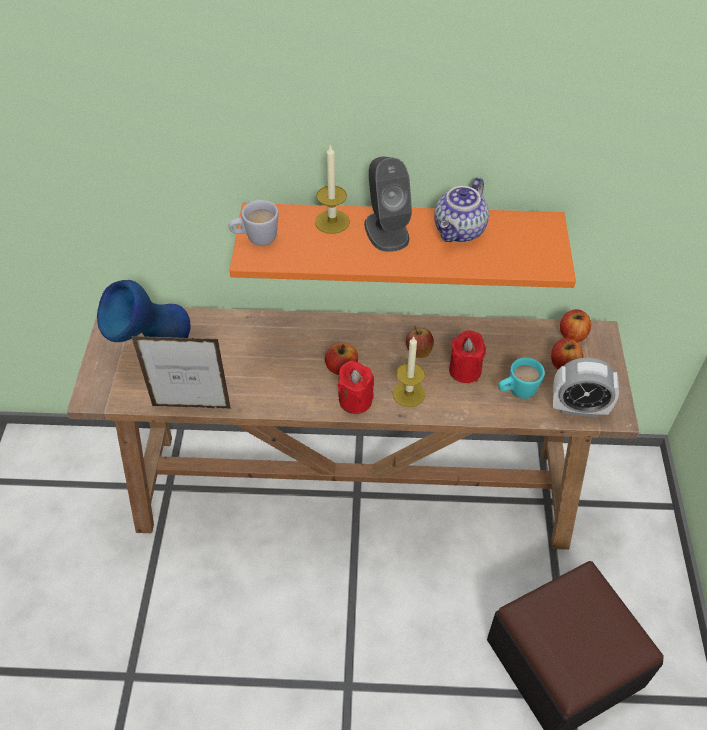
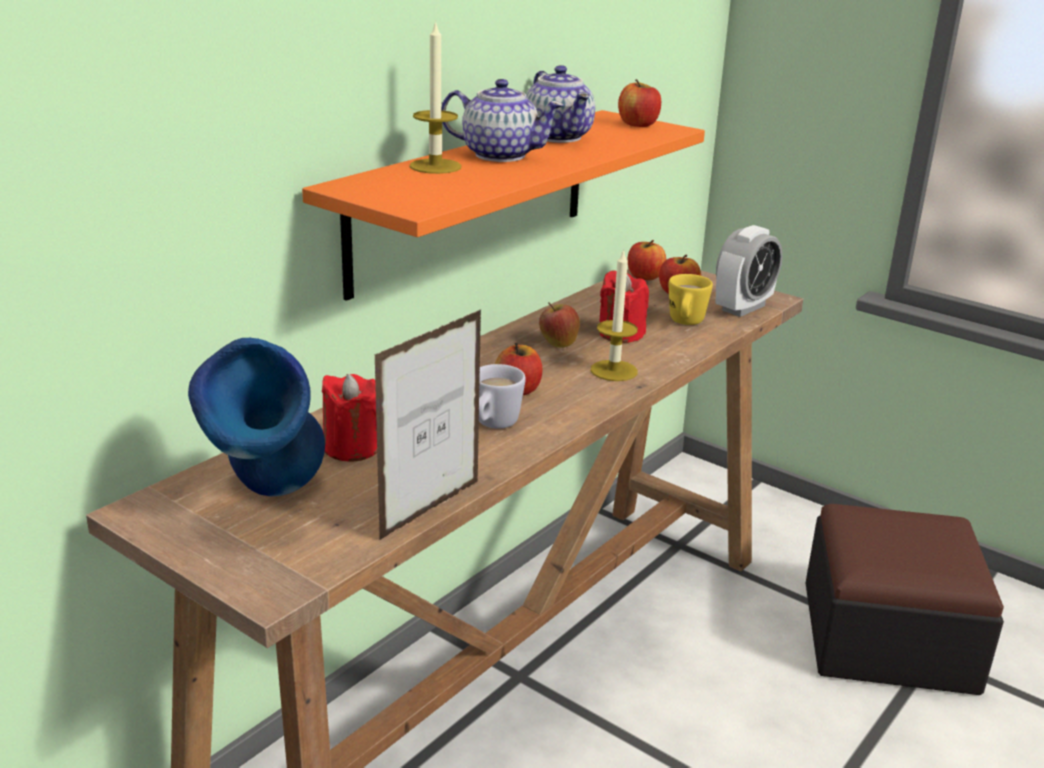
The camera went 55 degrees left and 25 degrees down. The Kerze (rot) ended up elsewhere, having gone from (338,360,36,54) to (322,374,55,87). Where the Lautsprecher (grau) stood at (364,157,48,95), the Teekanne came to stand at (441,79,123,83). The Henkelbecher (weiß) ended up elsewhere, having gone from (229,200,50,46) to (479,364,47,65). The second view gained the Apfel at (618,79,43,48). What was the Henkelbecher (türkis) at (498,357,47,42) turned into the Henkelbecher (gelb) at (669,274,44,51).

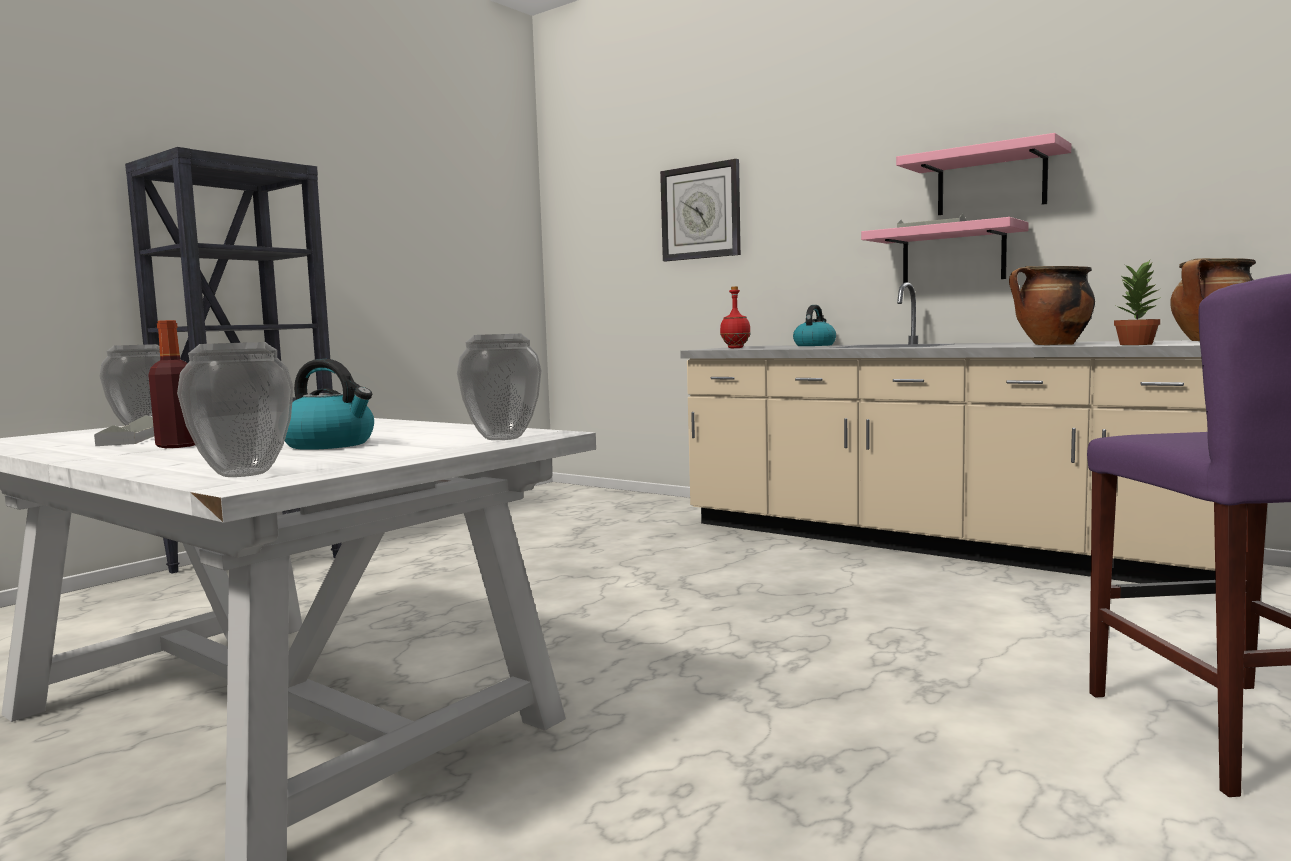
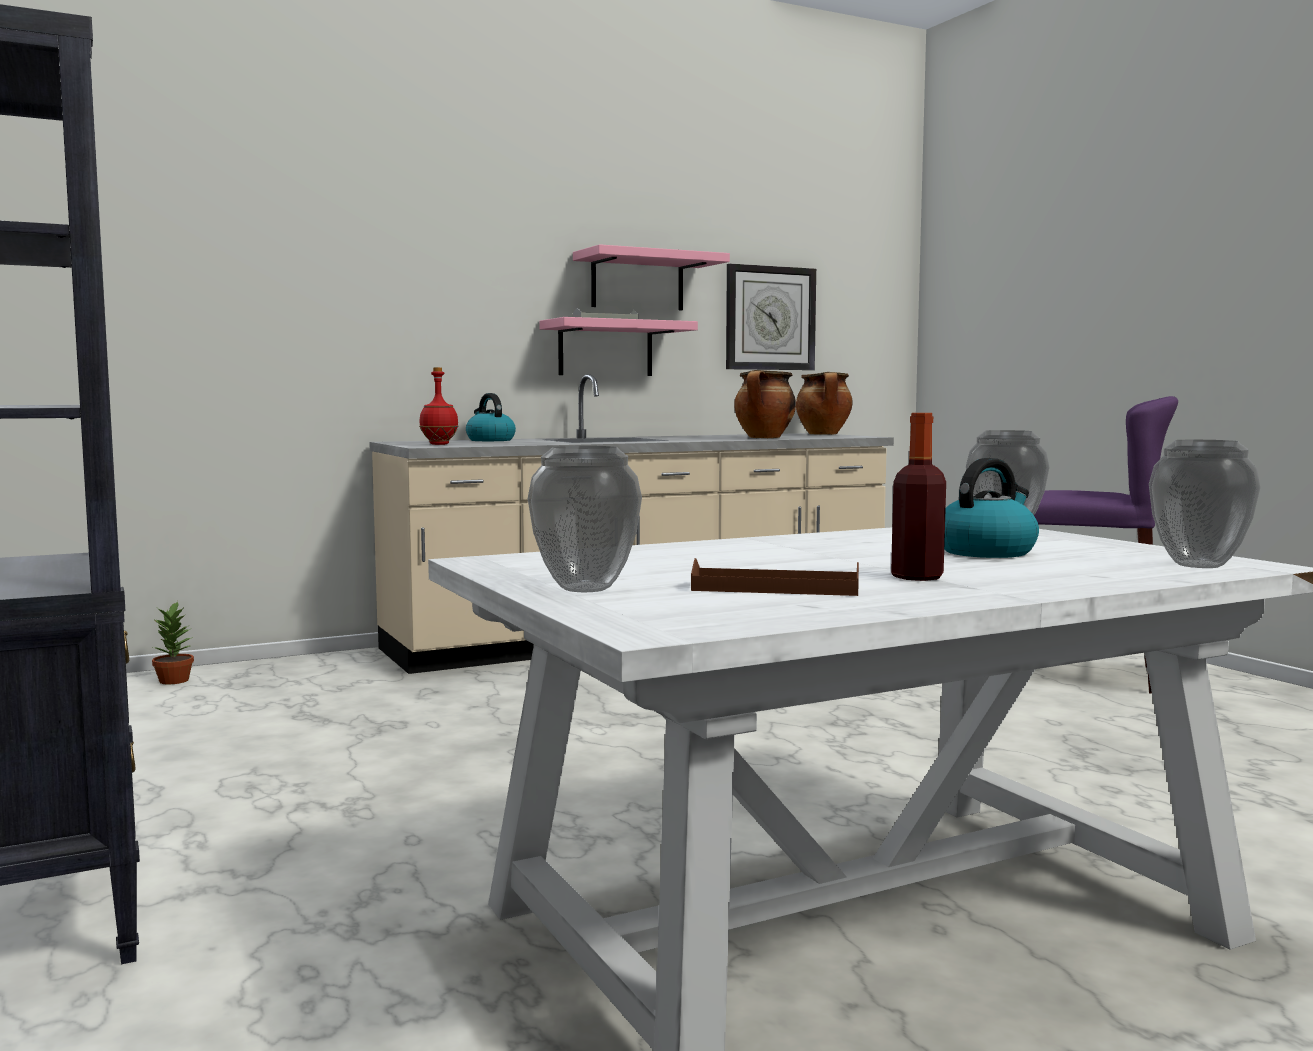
The camera went 65 degrees left and 0 degrees up. The Topfpflanze ended up elsewhere, having gone from (1114,260,47,85) to (152,601,42,83). What was the Tablett (grau) at (94,415,60,31) turned into the Tablett (braun) at (691,558,168,38). The Wanduhr ended up elsewhere, having gone from (660,159,81,102) to (726,264,90,106).

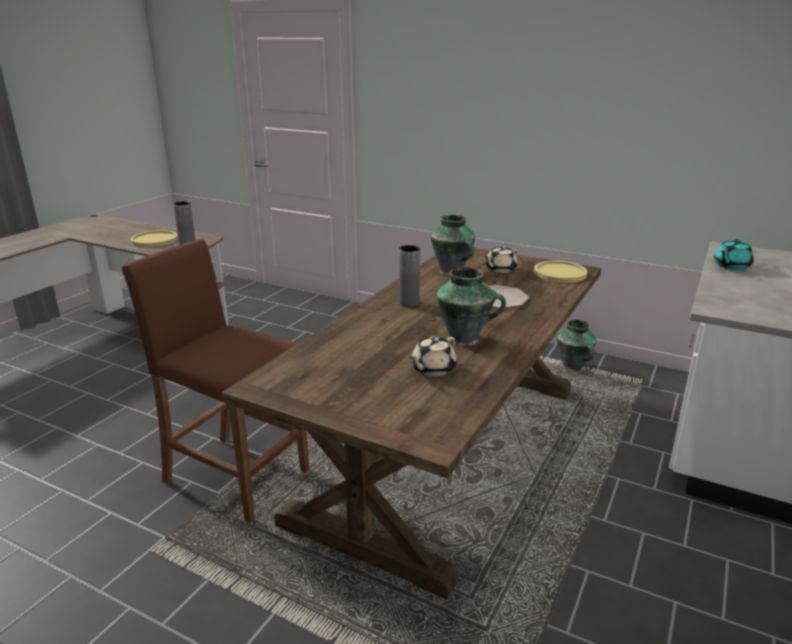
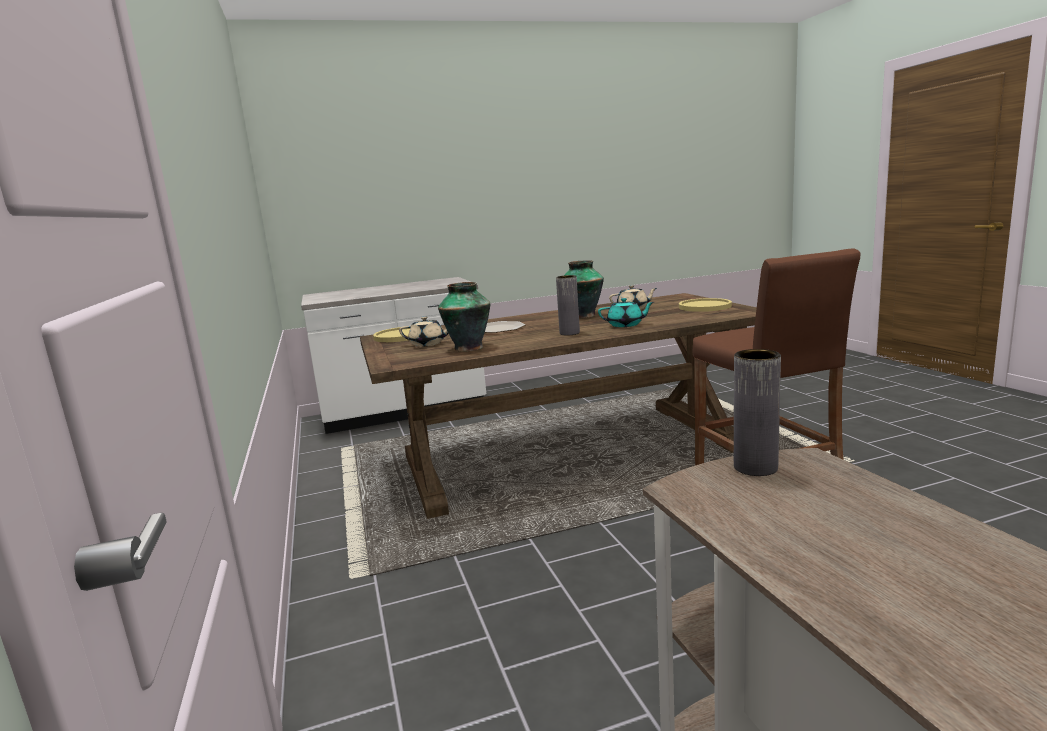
The camera went 135 degrees left and 10 degrees down. The Teekanne (türkis) ended up elsewhere, having gone from (714,239,40,31) to (598,298,56,29). The Teller (gelb) ended up elsewhere, having gone from (131,230,47,17) to (679,298,53,14). The second view lost the Vase at (557,319,40,52).

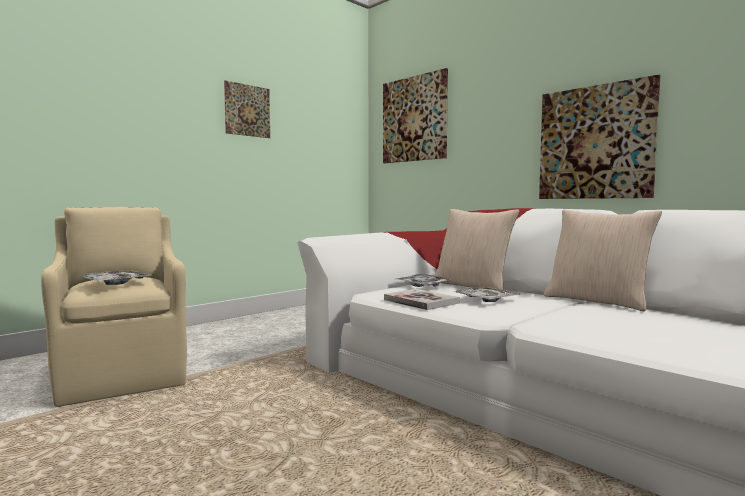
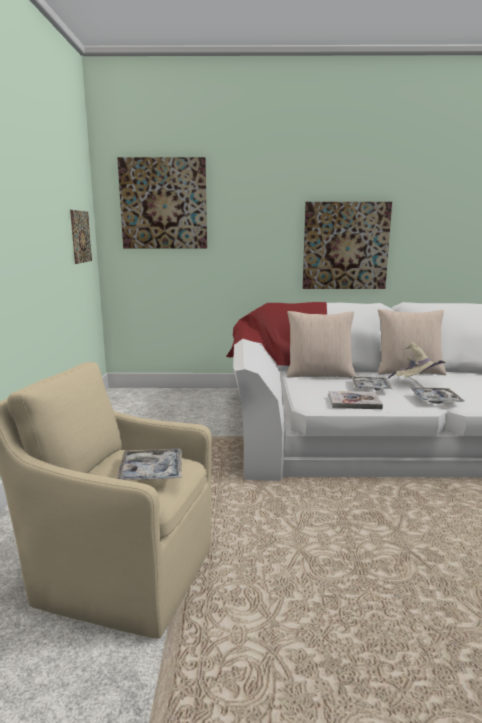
The camera went 45 degrees left and 10 degrees up. The Bild ended up elsewhere, having gone from (224,80,46,58) to (70,210,22,54). The second view gained the Hut (beige) at (388,342,59,36). The Tablett ended up elsewhere, having gone from (395,274,57,13) to (410,388,54,15).

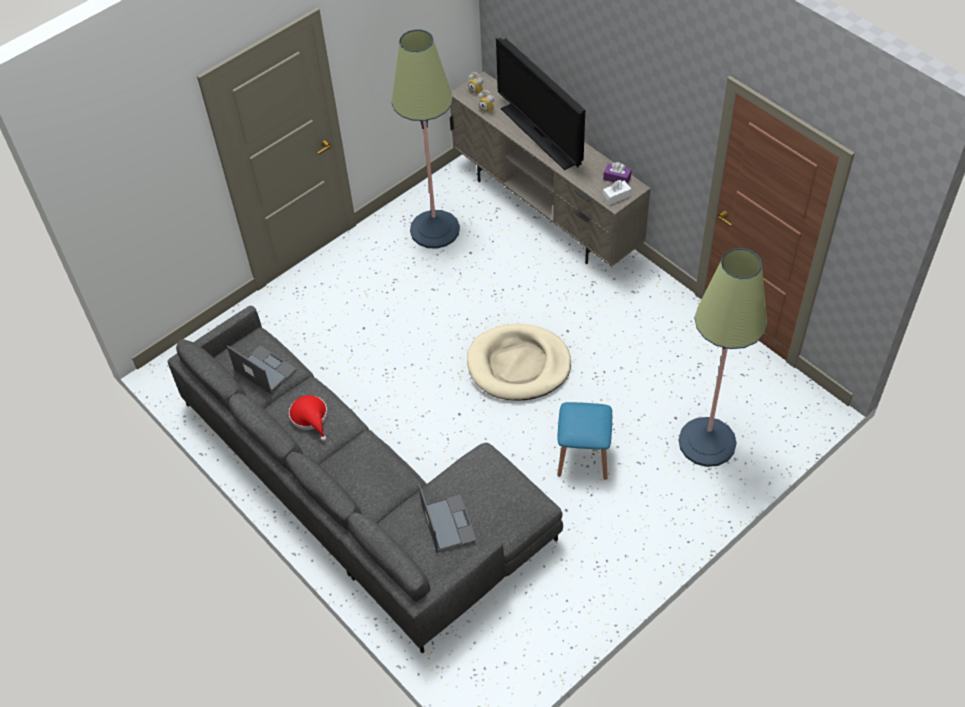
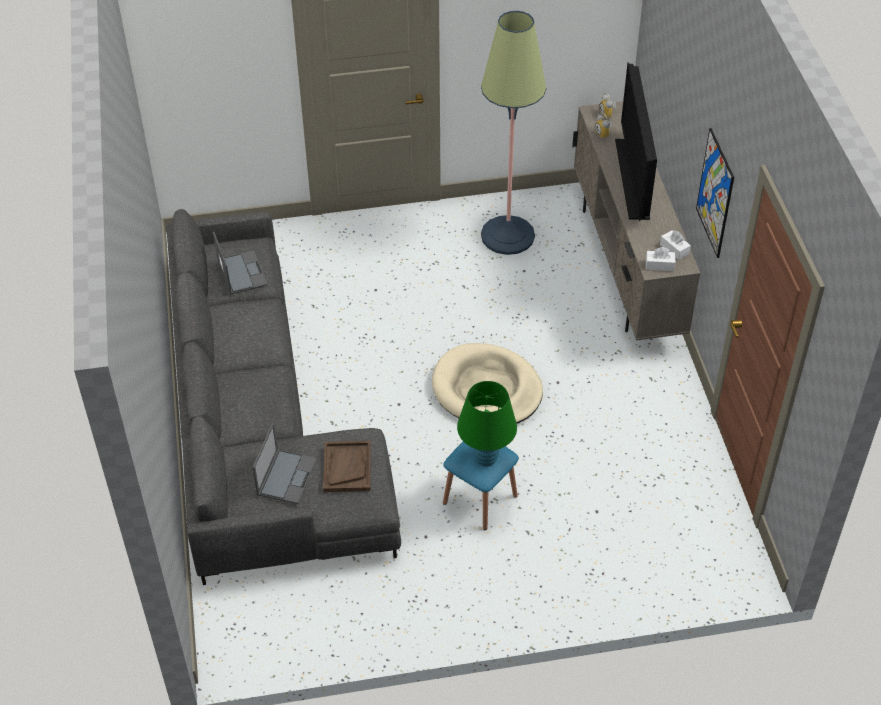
The camera went 30 degrees right and 5 degrees down. The second view gained the Tablett (braun) at (323,441,48,51). The second view gained the Tischlampe (grün) at (457,381,60,85). What was the Taschentuchbox (lila) at (603,162,29,22) turned into the Taschentuchbox (weiß) at (660,230,31,30). The second view gained the Bild at (696,128,38,130). The second view lost the Hut (rot) at (289,395,38,46). The second view lost the Stehlampe at (679,248,88,219).

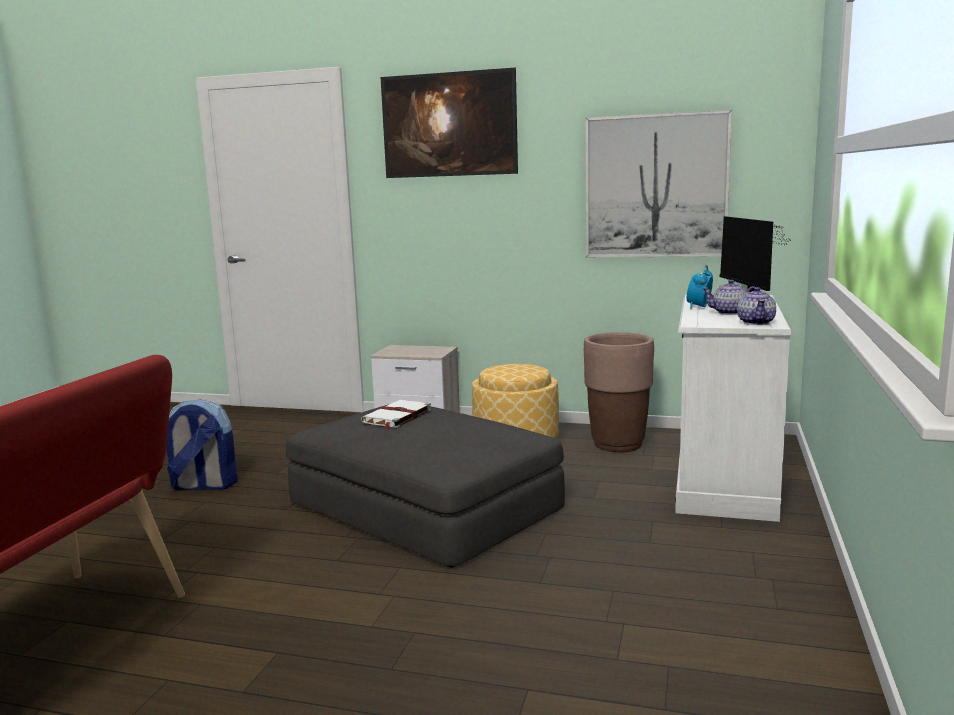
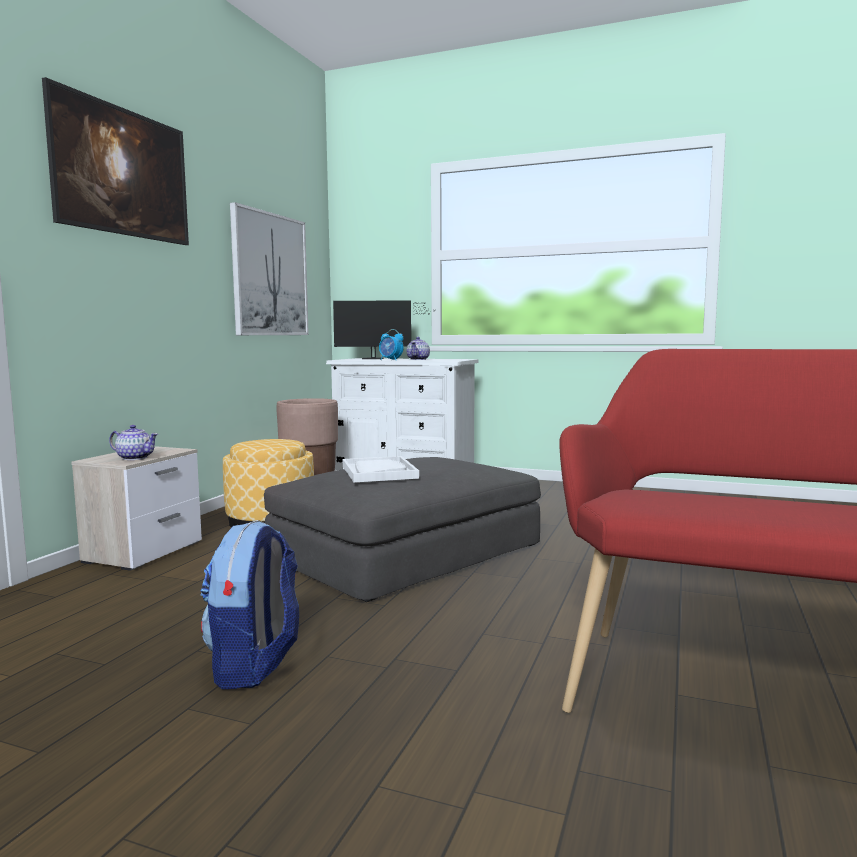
The camera went 85 degrees left and 5 degrees down. The Teekanne ended up elsewhere, having gone from (737,287,39,38) to (109,425,49,35). Where the Buch (weiß) stood at (361,400,71,29), the Tablett (weiß) came to stand at (343,456,76,27).

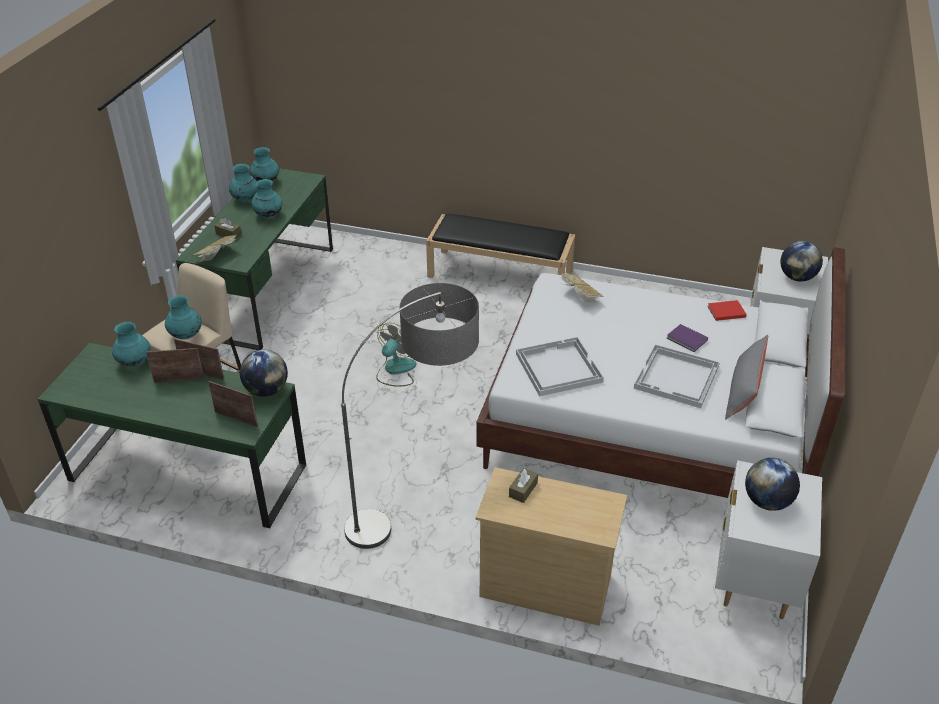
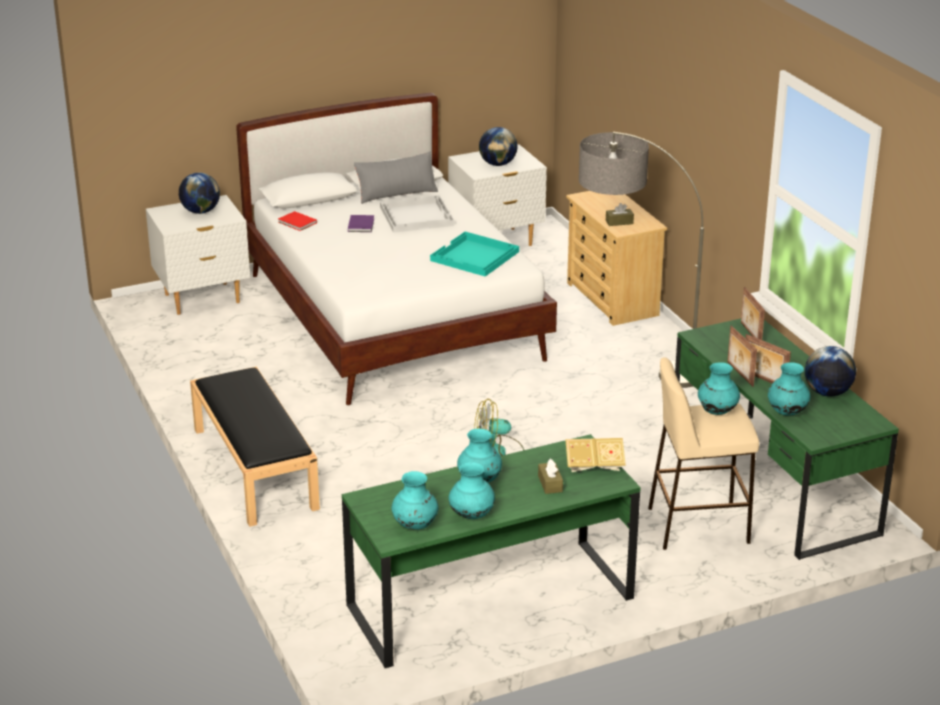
The camera went 130 degrees left and 10 degrees down. What was the Tablett (weiß) at (516,337,88,60) turned into the Tablett (türkis) at (430,232,89,45). The Globus ended up elsewhere, having gone from (240,350,48,47) to (805,346,51,51). The second view lost the Buch at (559,273,45,30).

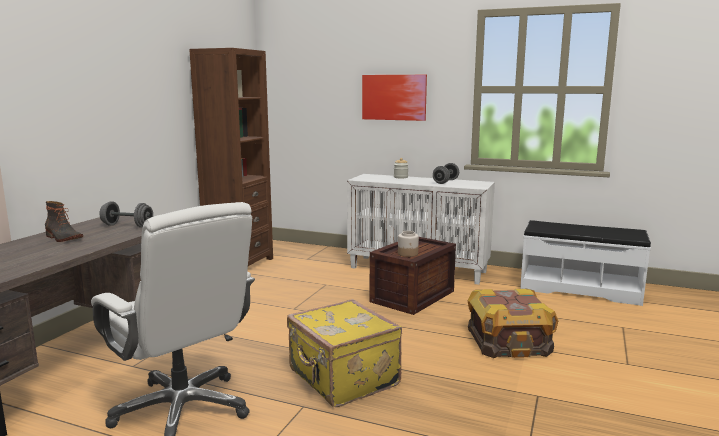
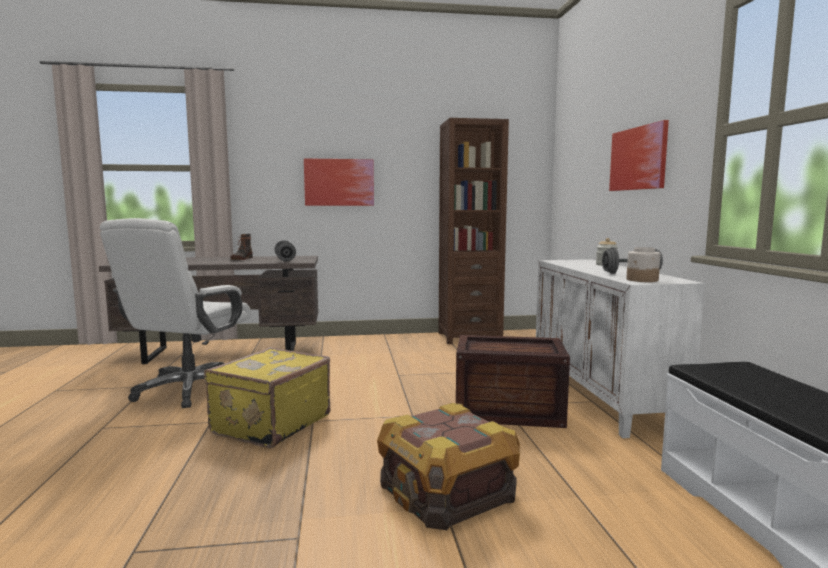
The camera went 60 degrees right and 5 degrees down. The second view gained the Bild at (304,158,70,48). The Vorratsglas ended up elsewhere, having gone from (398,231,21,26) to (627,247,33,35).

